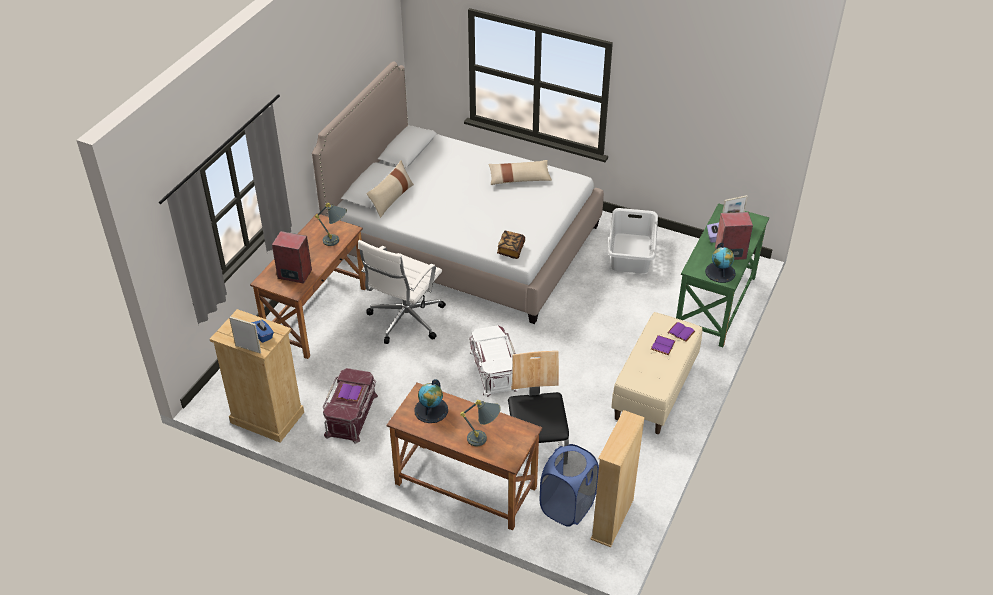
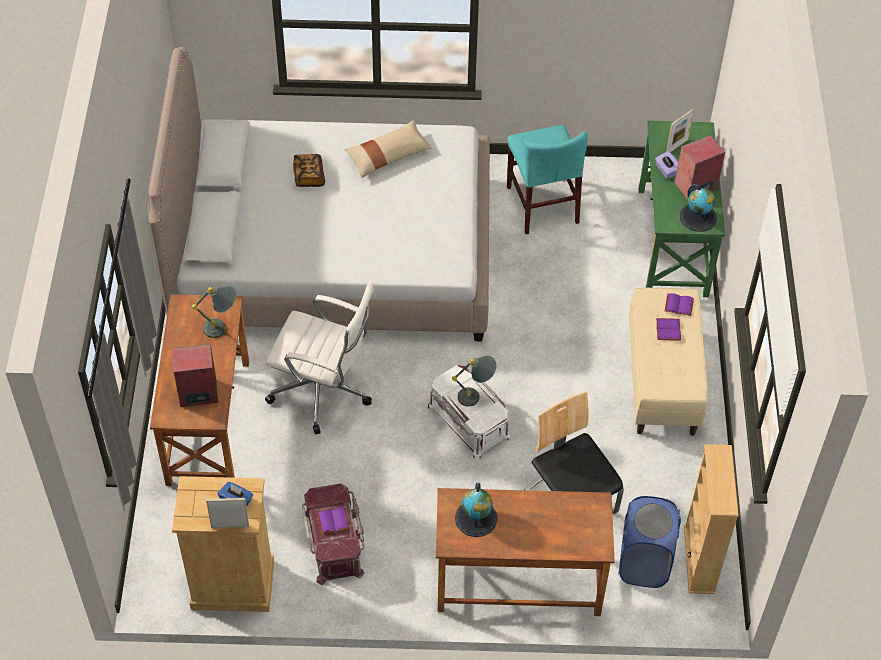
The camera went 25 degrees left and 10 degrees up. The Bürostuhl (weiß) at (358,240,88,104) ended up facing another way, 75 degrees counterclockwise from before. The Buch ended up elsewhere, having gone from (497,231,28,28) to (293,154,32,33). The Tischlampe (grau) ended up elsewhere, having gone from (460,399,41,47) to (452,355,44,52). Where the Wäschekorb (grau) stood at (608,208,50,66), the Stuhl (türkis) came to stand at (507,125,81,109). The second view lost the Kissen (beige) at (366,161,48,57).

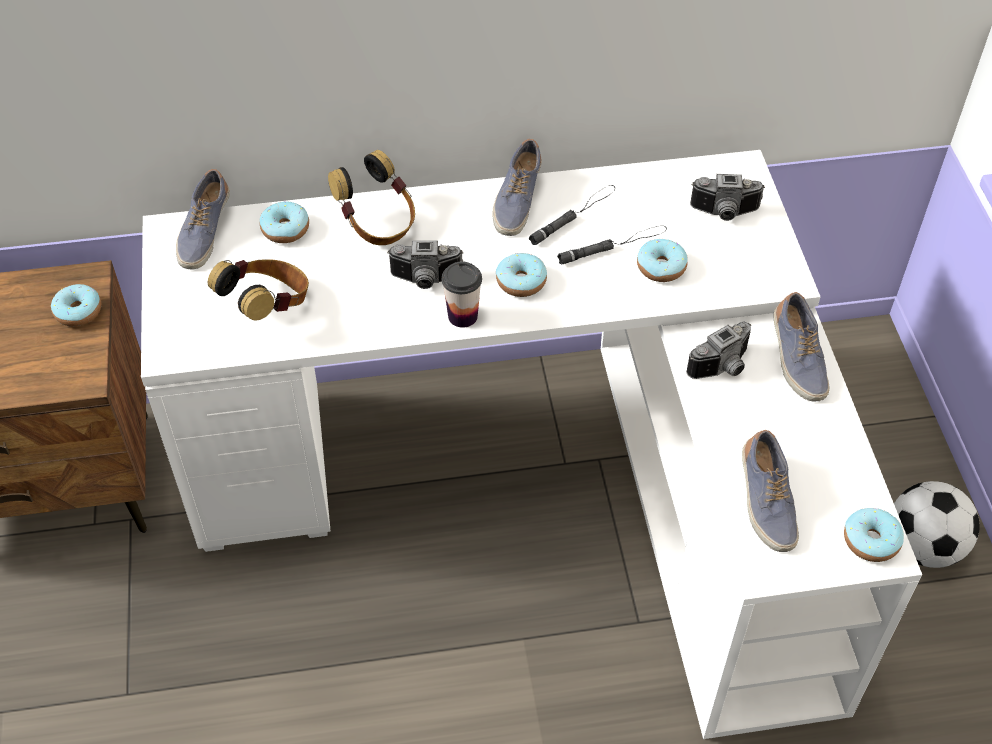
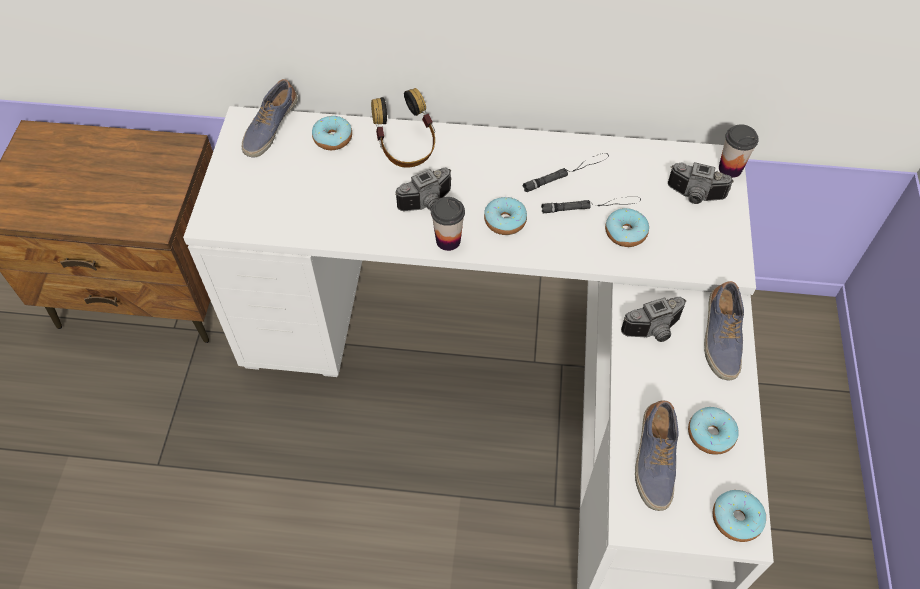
The camera went 15 degrees right and 5 degrees up. The Kamera at (388,240,76,49) ended up facing another way, 45 degrees counterclockwise from before. The Donut ended up elsewhere, having gone from (51,284,50,43) to (688,407,51,48). The second view gained the Tasse at (719,124,40,54). The second view lost the Kopfhörer at (208,259,101,61). The second view lost the Schuh at (492,139,50,97). The second view lost the Fußball at (894,481,86,87).

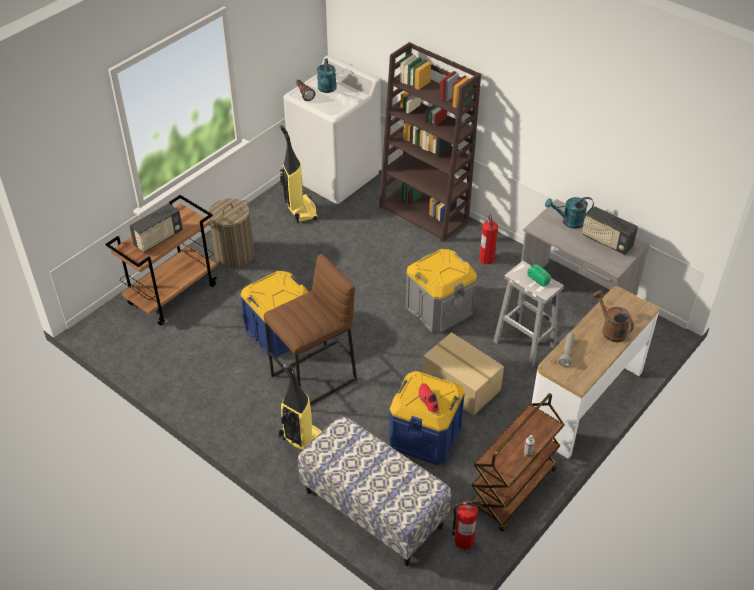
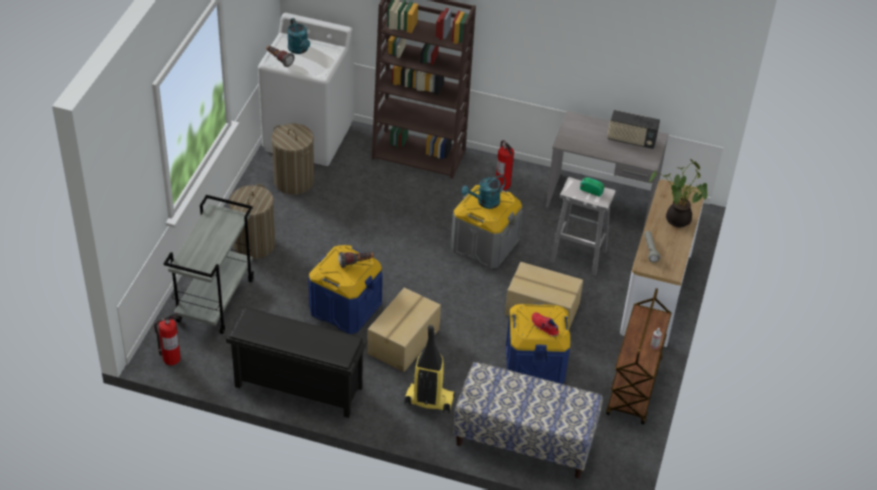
The camera went 25 degrees left and 0 degrees up. The Feuerlöscher ended up elsewhere, having gone from (452,500,30,50) to (154,312,27,53). What was the Rollwagen (braun) at (105,195,112,130) turned into the Rollwagen (grau) at (164,195,90,139). The second view gained the Schuhregal (schwarz) at (226,307,141,111). Where the Staubsauger stood at (280,125,38,98), the Wäschekorb came to stand at (271,123,43,72). The second view gained the Taschenlampe at (338,252,36,16). Where the Hocker (braun) stood at (264,254,93,151), the Karton came to stand at (367,287,74,85). The Gießkanne (türkis) ended up elsewhere, having gone from (545,197,49,32) to (461,175,45,34). Where the Gießkanne (braun) stood at (593,290,41,52), the Topfpflanze came to stand at (649,159,58,68). The second view lost the Radio at (129,203,54,50).

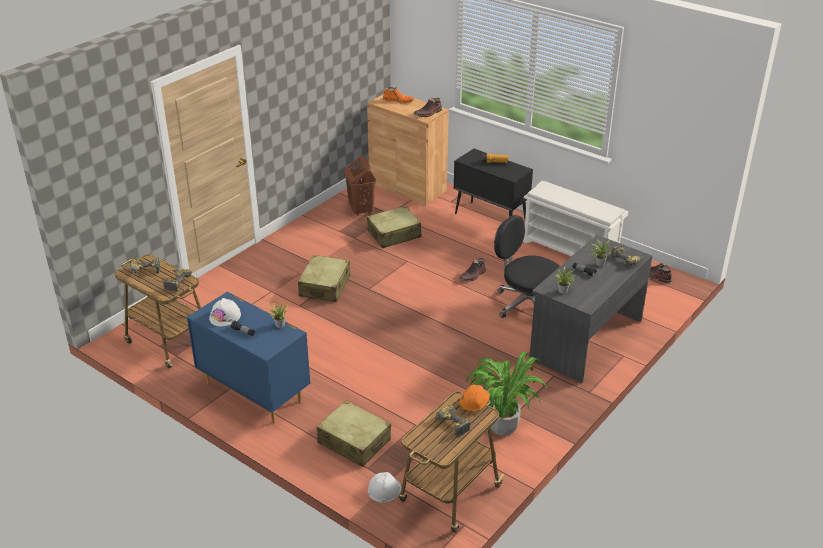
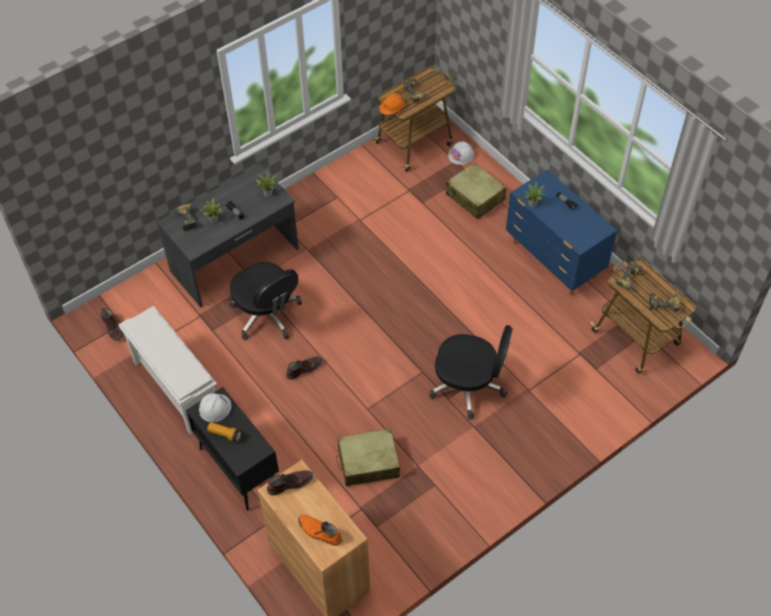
The camera went 165 degrees left and 20 degrees up. The Schutzhelm (weiß) ended up elsewhere, having gone from (209,298,32,28) to (199,393,32,29). Where the Koffer (beige) stood at (298,255,52,47), the Bürostuhl (schwarz) came to stand at (429,325,84,94). The second view lost the Wäschekorb (braun) at (345,156,31,60). The second view lost the Topfpflanze at (465,352,83,84).

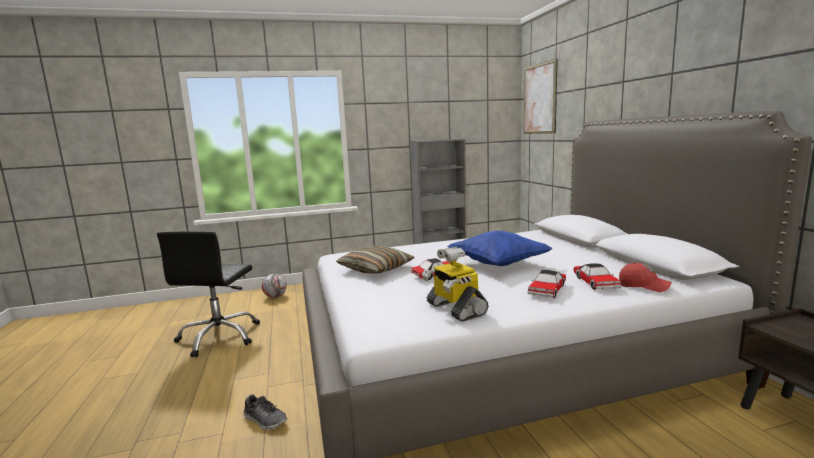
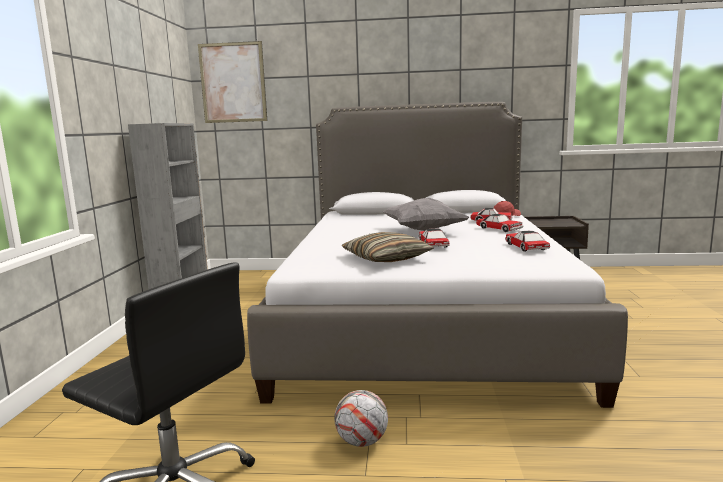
The camera went 70 degrees left and 0 degrees up. The Fußball ended up elsewhere, having gone from (262,274,25,24) to (334,390,54,57). What was the Kissen (blau) at (447,231,106,35) turned into the Kissen (grau) at (383,198,86,33). Where the Spielzeugroboter stood at (422,247,66,75), the Spielzeugauto came to stand at (505,231,45,21). The second view lost the Schuh at (243,394,44,36).

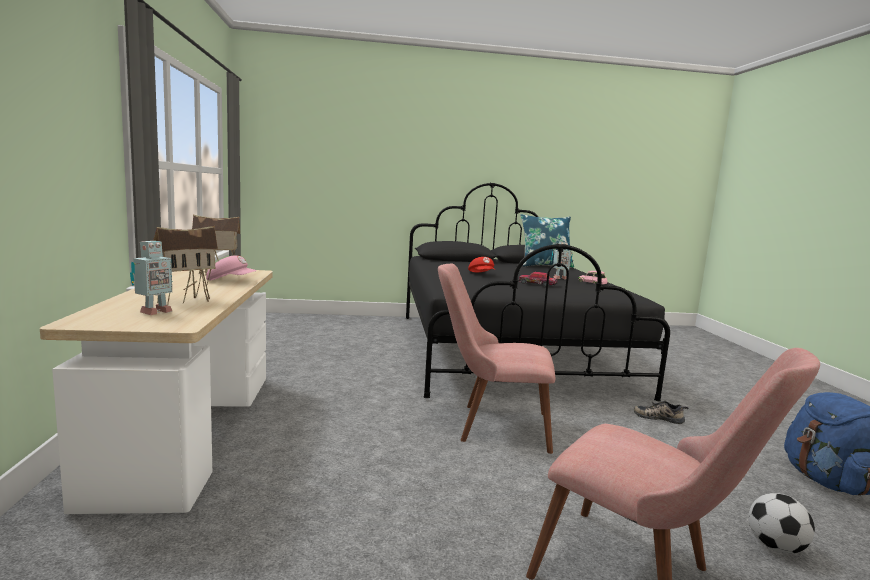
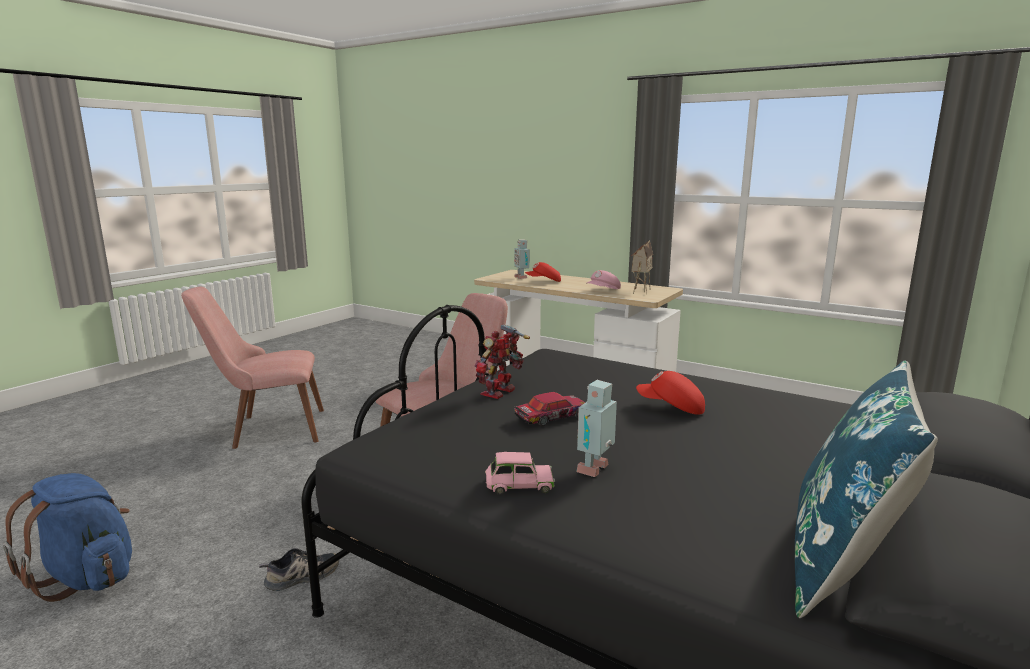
The camera went 130 degrees right and 5 degrees up. The second view gained the Spielzeugroboter at (475,324,55,75). Where the Spielzeughaus stood at (153,226,65,79), the Kappe (rot) came to stand at (525,262,36,20). The second view lost the Fußball at (748,493,67,61).

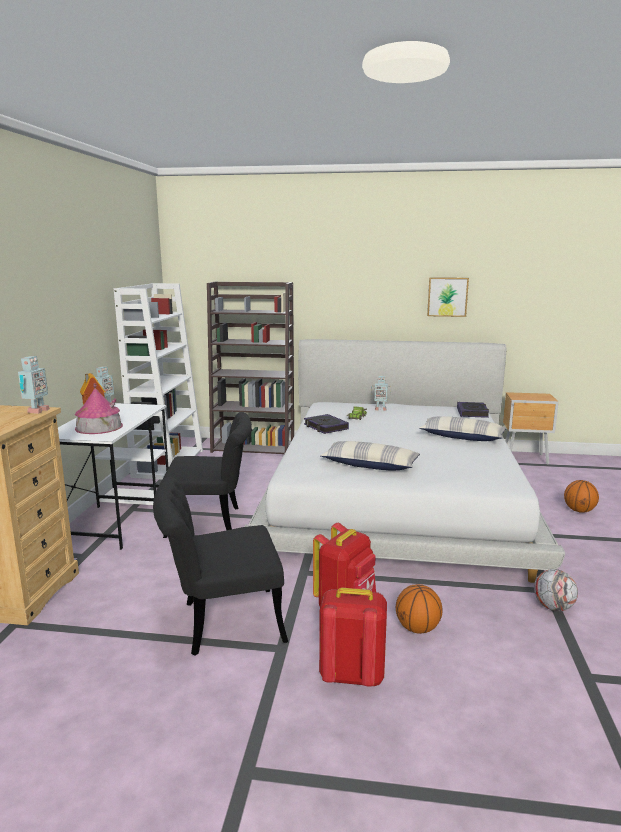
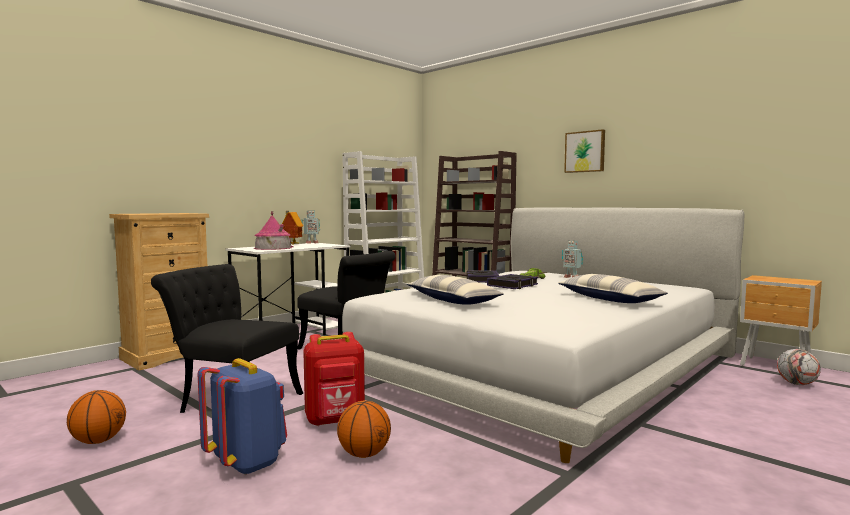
The camera went 35 degrees right and 10 degrees down. The Basketball ended up elsewhere, having gone from (564,480,35,33) to (67,390,59,54). What was the Rucksack (rot) at (319,588,68,99) turned into the Rucksack (blau) at (198,358,89,117). The Buch ended up elsewhere, having gone from (457,402,32,16) to (487,274,51,15). The Bild ended up elsewhere, having gone from (427,277,42,40) to (564,129,41,44). The Fußball ended up elsewhere, having gone from (534,569,44,42) to (777,349,44,36). The second view lost the Spielzeugroboter at (18,356,32,58).

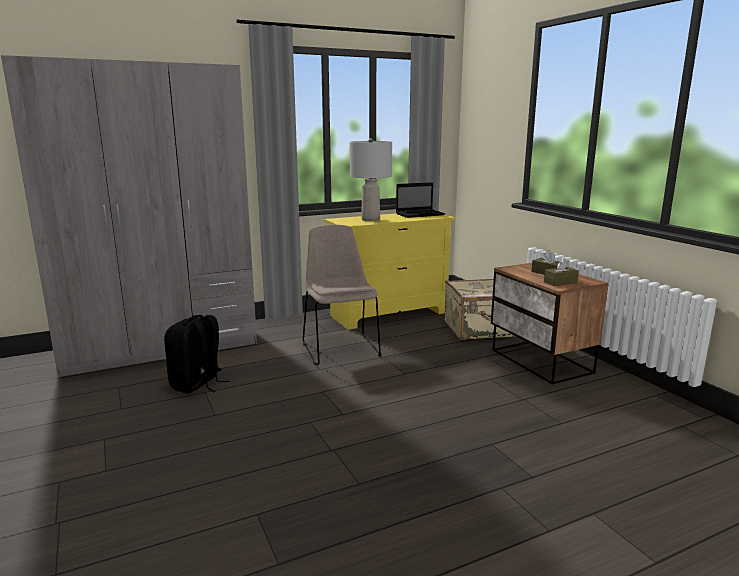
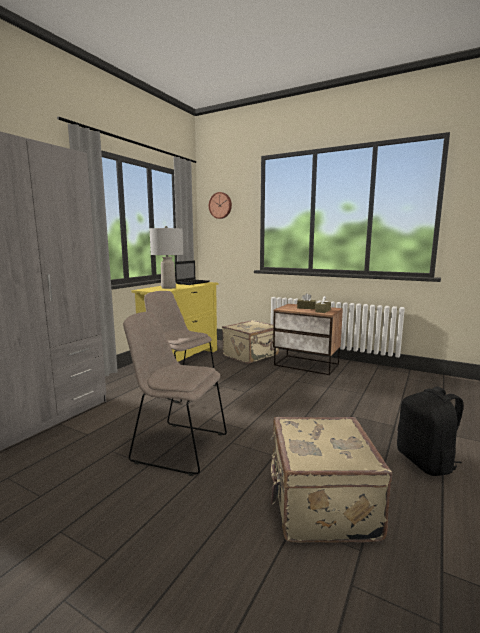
The camera went 35 degrees left and 5 degrees down. The second view gained the Stuhl (beige) at (123,312,104,164). The second view gained the Wanduhr at (209,192,23,27). The second view gained the Koffer (beige) at (270,417,122,126). The Rucksack (schwarz) ended up elsewhere, having gone from (164,315,65,79) to (397,387,66,89).

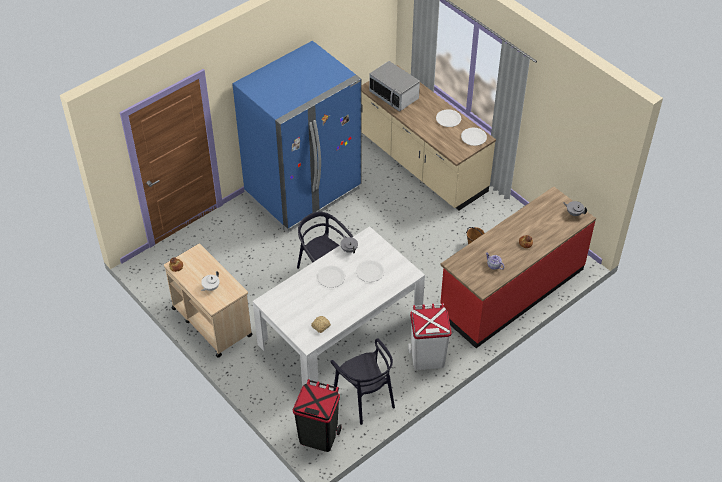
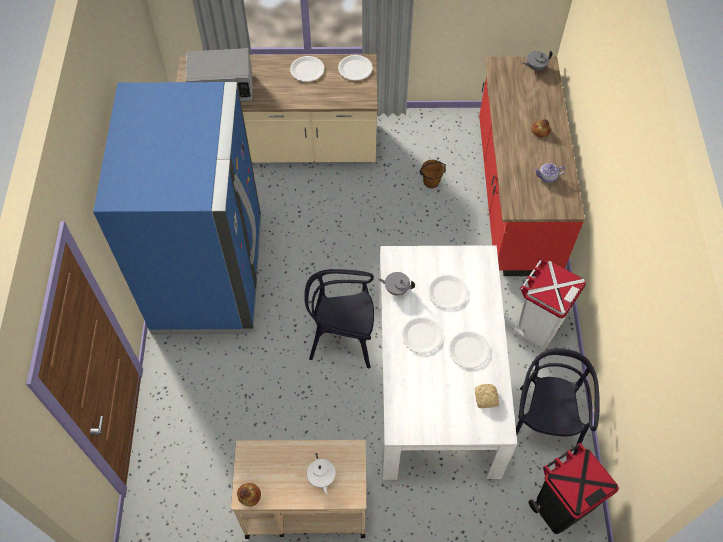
The camera went 50 degrees left and 10 degrees up. The second view gained the Teller (weiß) at (448,331,42,38). The Stuhl (schwarz) at (330,338,65,87) ended up facing another way, 90 degrees counterclockwise from before.

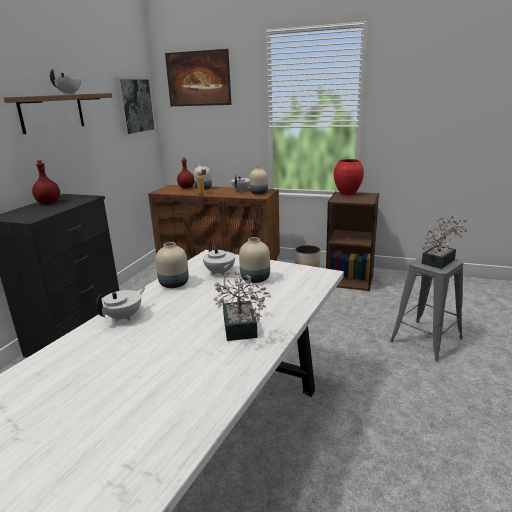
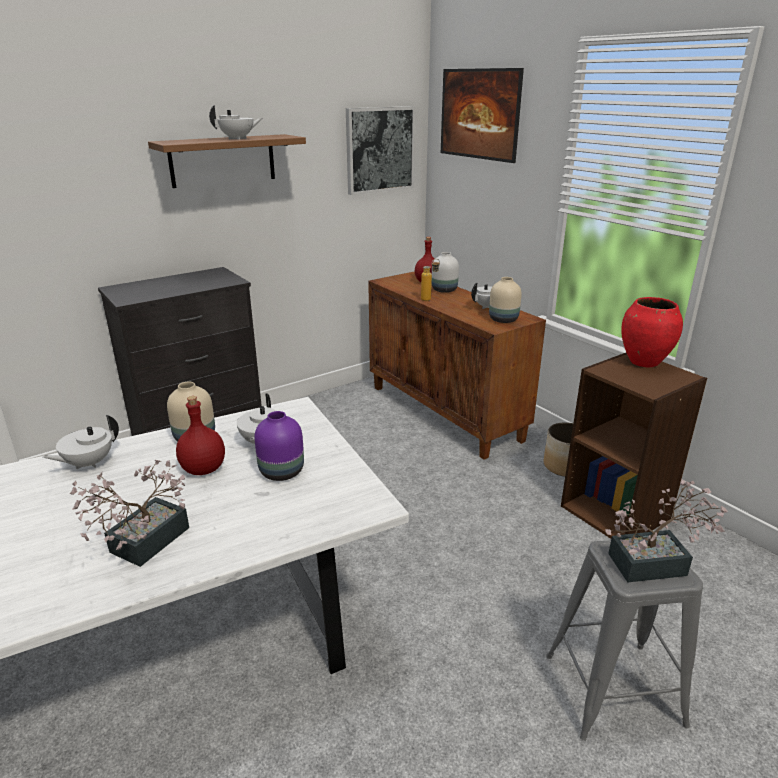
The camera went 35 degrees right and 5 degrees up. The Teekanne (weiß) at (95,287,50,34) ended up facing another way, 150 degrees clockwise from before. The Flasche (rot) ended up elsewhere, having gone from (32,160,28,44) to (176,396,49,79). What was the Vase (beige) at (239,237,31,46) turned into the Vase (lila) at (254,411,50,70).

